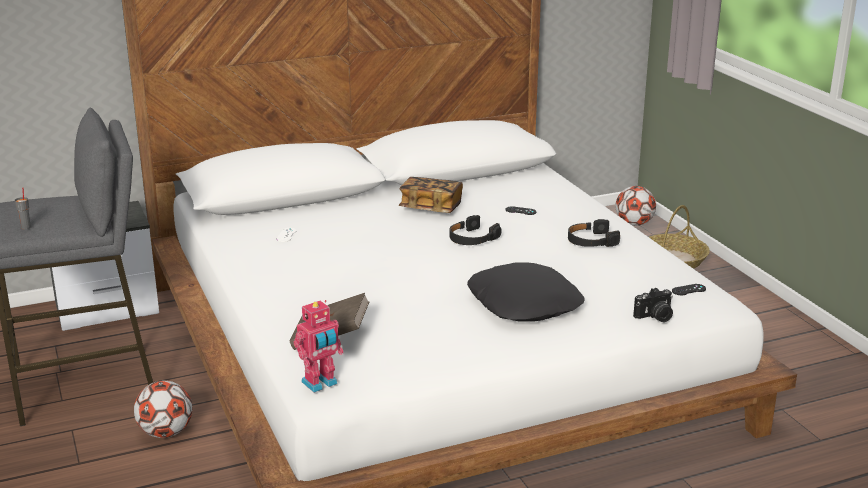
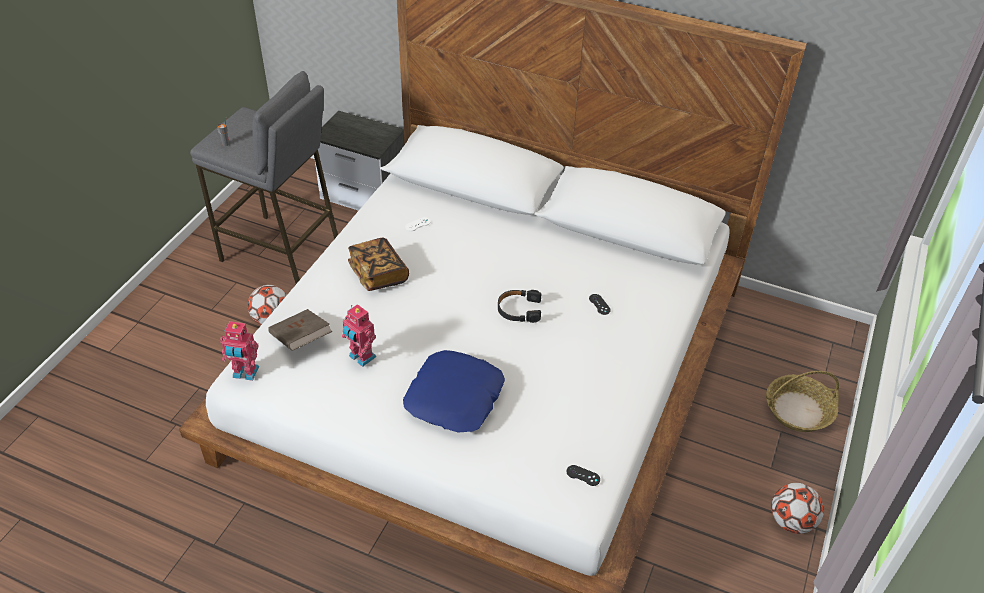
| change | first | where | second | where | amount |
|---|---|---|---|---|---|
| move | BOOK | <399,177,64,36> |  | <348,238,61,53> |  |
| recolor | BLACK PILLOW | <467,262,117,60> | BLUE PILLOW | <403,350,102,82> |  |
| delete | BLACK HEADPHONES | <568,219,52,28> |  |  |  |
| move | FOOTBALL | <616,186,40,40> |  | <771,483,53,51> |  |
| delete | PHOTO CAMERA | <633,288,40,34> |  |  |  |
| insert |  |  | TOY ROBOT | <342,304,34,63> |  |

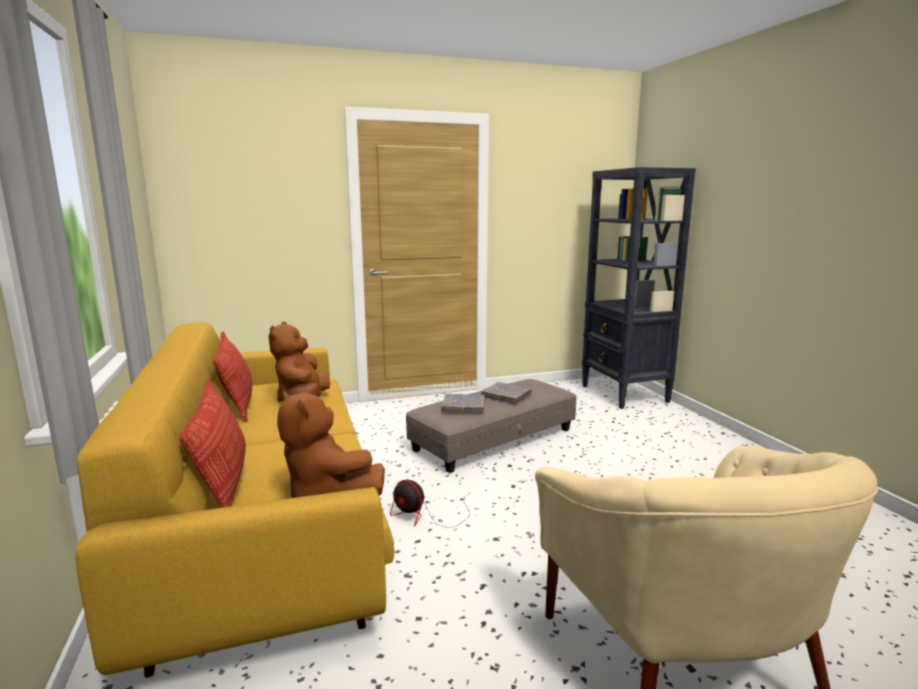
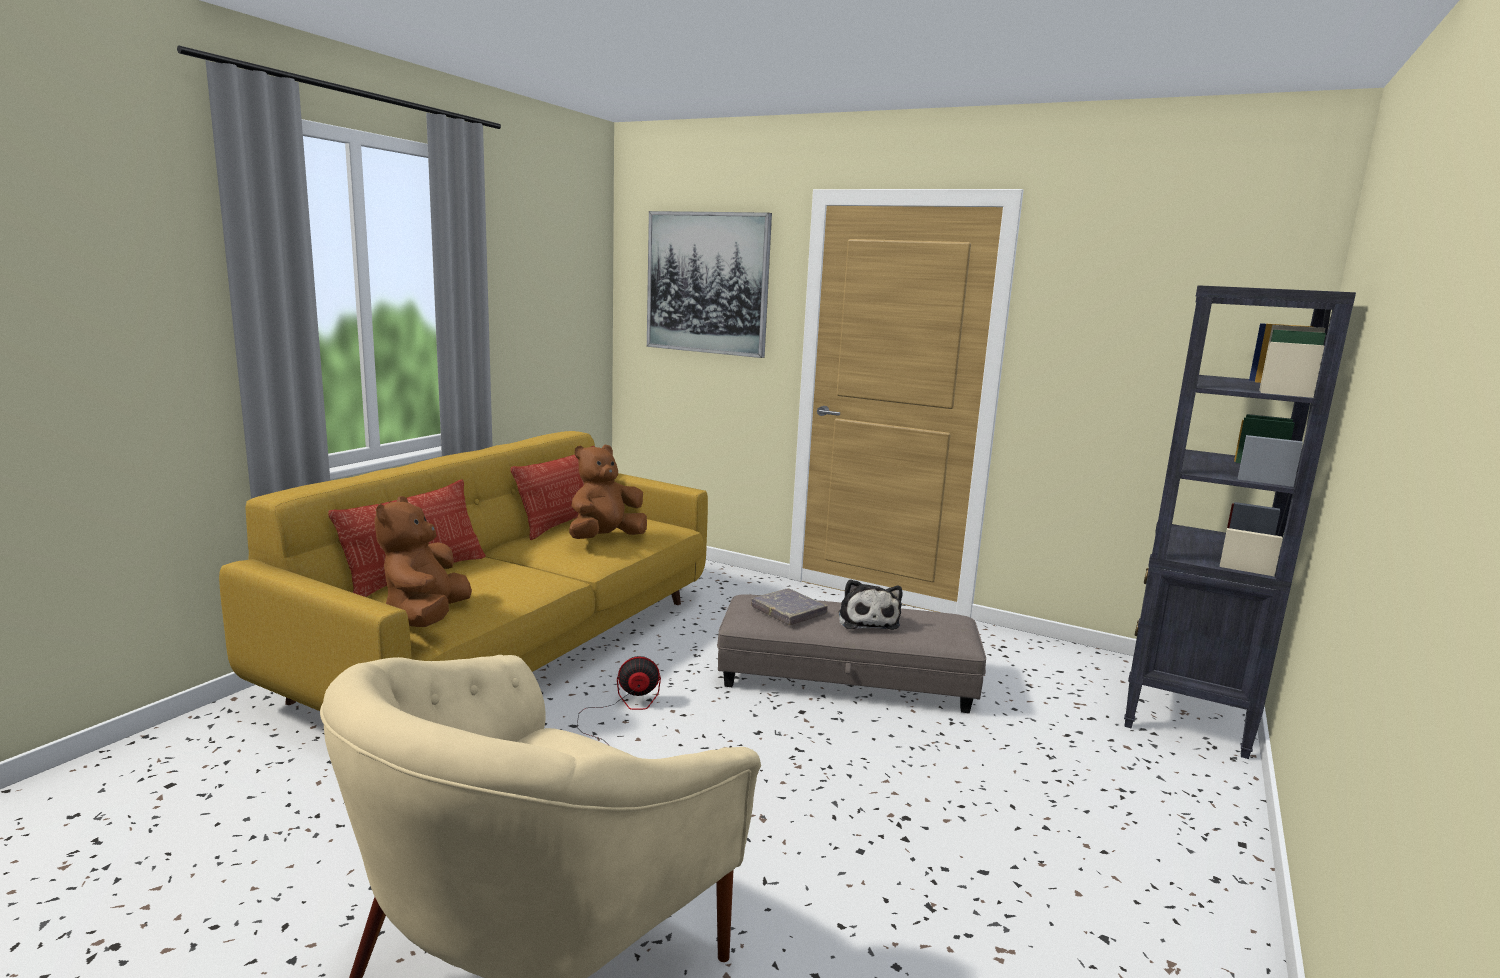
| change | first | where | second | where | amount |
|---|---|---|---|---|---|
| rotate | FAN | <390,480,81,48> |  | <577,656,84,89> | 90 degrees clockwise |
| replace | GREY BOOK | <481,382,51,22> | PLUSH TOY | <839,579,63,51> |  |
| insert |  |  | PICTURE | <647,211,125,147> |  |

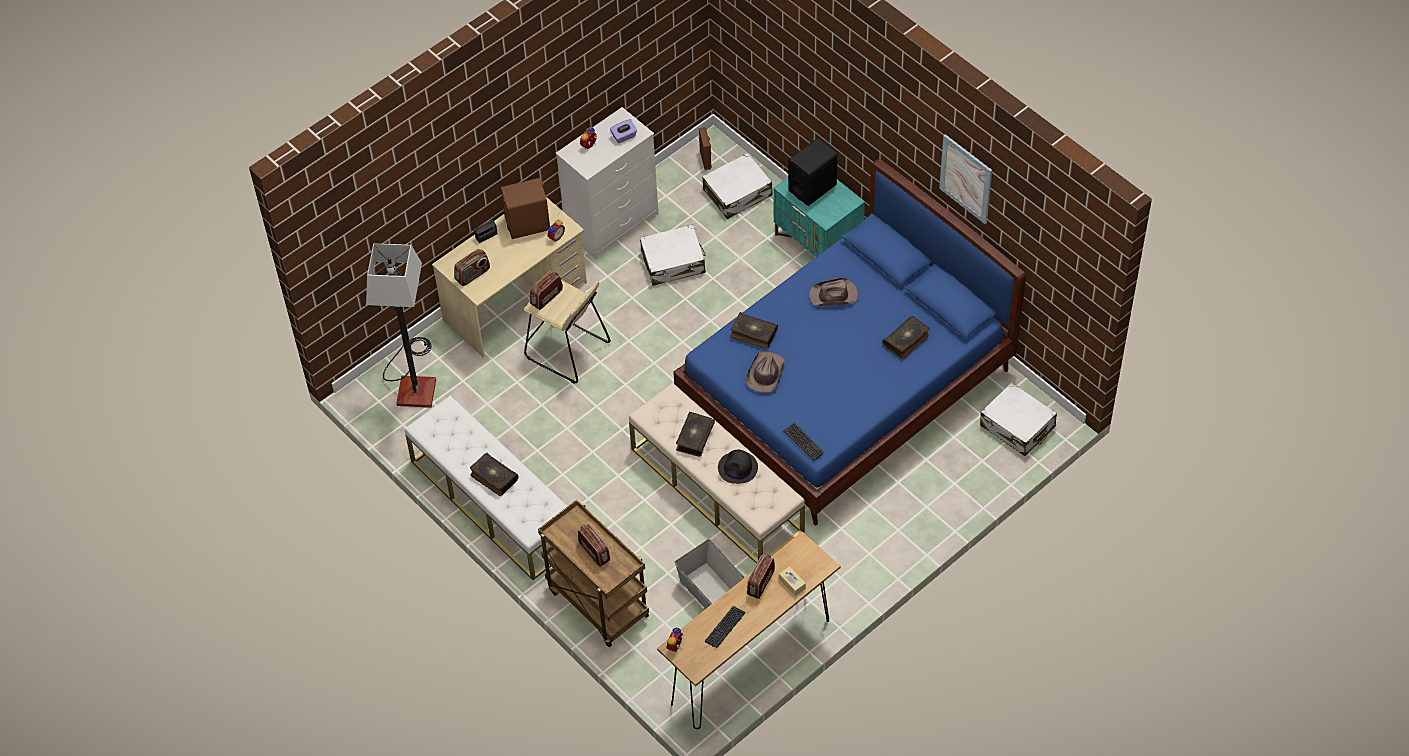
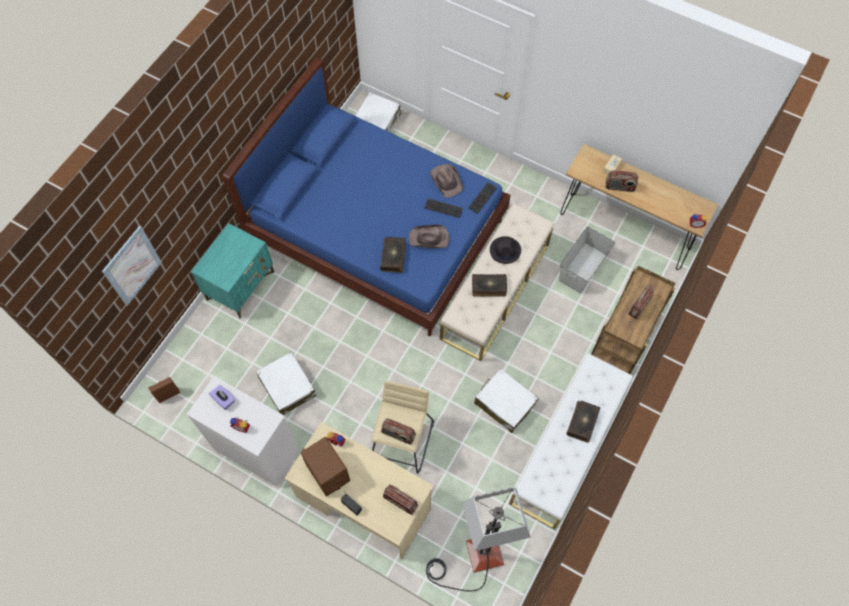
| change | first | where | second | where | amount |
|---|---|---|---|---|---|
| move | WHITE SUITCASE | <702,153,71,66> |  | <474,368,64,65> |  |
| move | KEYBOARD | <704,606,42,42> |  | <425,199,38,19> |  |
| delete | BLACK SPEAKER | <788,138,49,68> |  |  |  |
| move | BROWN HAT | <809,278,49,28> |  | <430,164,33,34> |  |
| delete | BOOK | <883,316,47,43> |  |  |  |
| move | PICTURE | <939,134,53,90> |  | <102,226,60,80> |  |

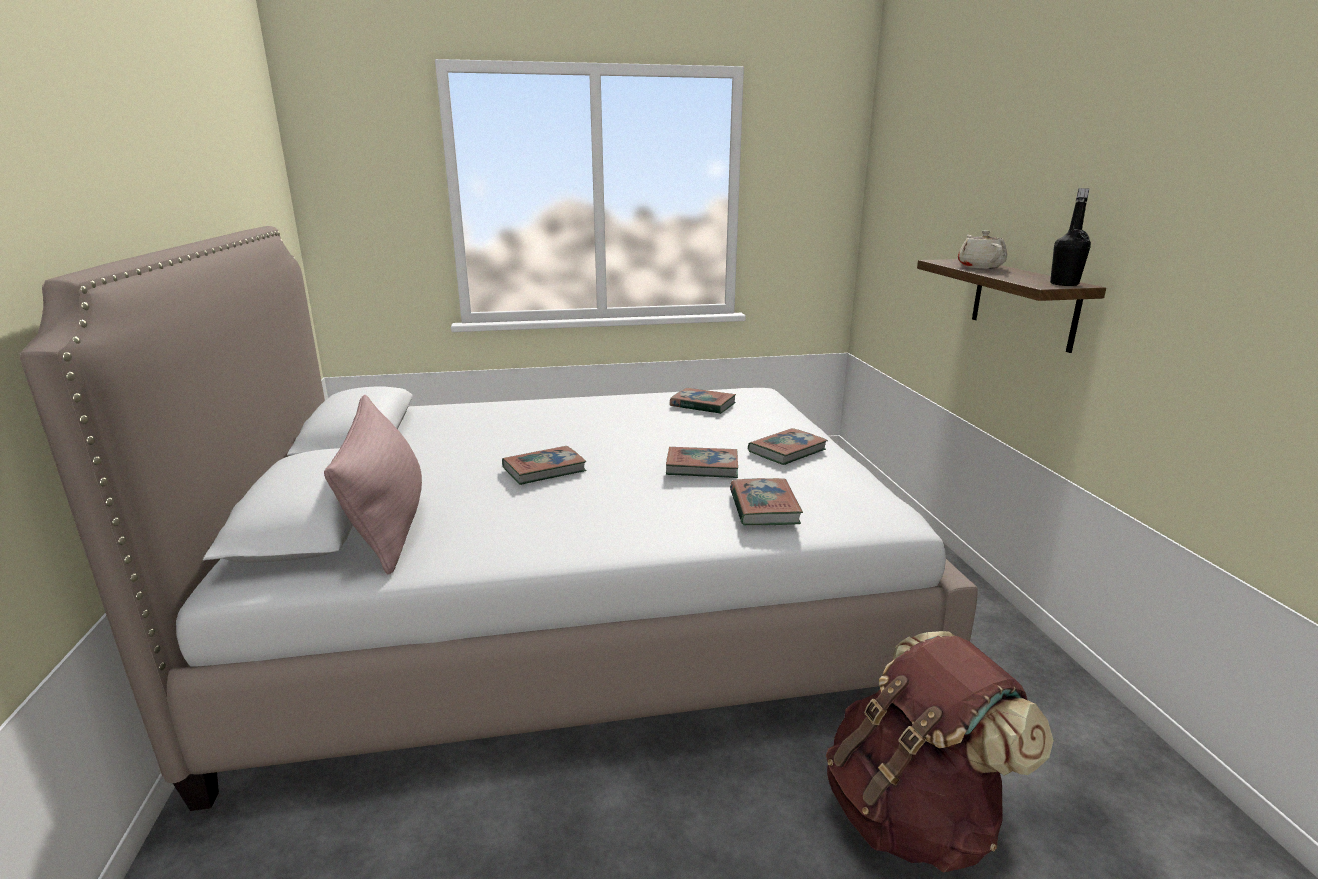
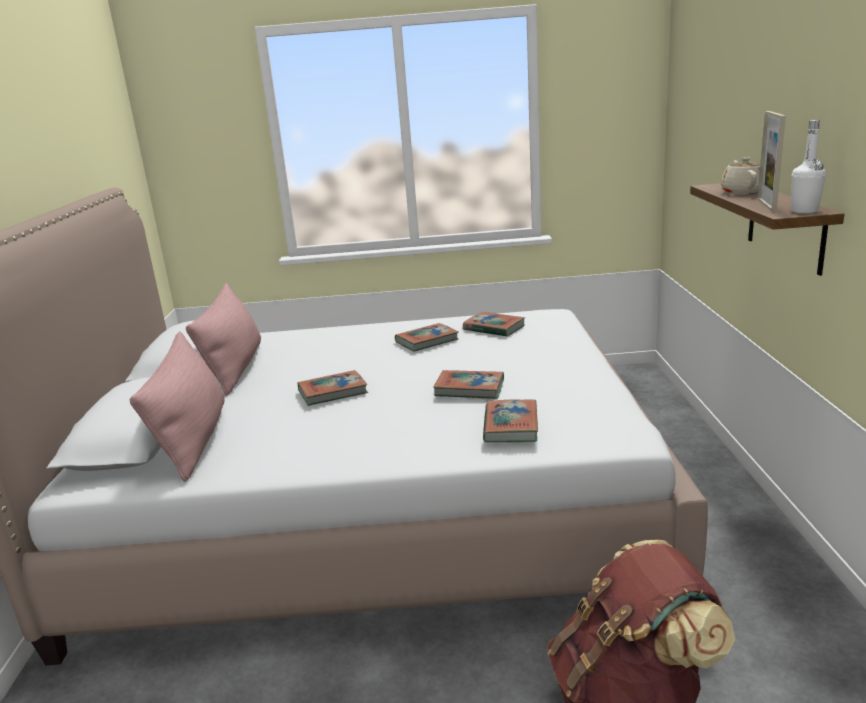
| change | first | where | second | where | amount |
|---|---|---|---|---|---|
| move | BOOK | <748,428,80,37> |  | <395,323,63,29> |  |
| recolor | BLACK BOTTLE | <1050,188,41,98> | WHITE BOTTLE | <791,120,35,93> |  |
| insert |  |  | PINK PILLOW | <186,283,75,113> |  |
| insert |  |  | PICTURE FRAME | <757,111,29,101> |  |

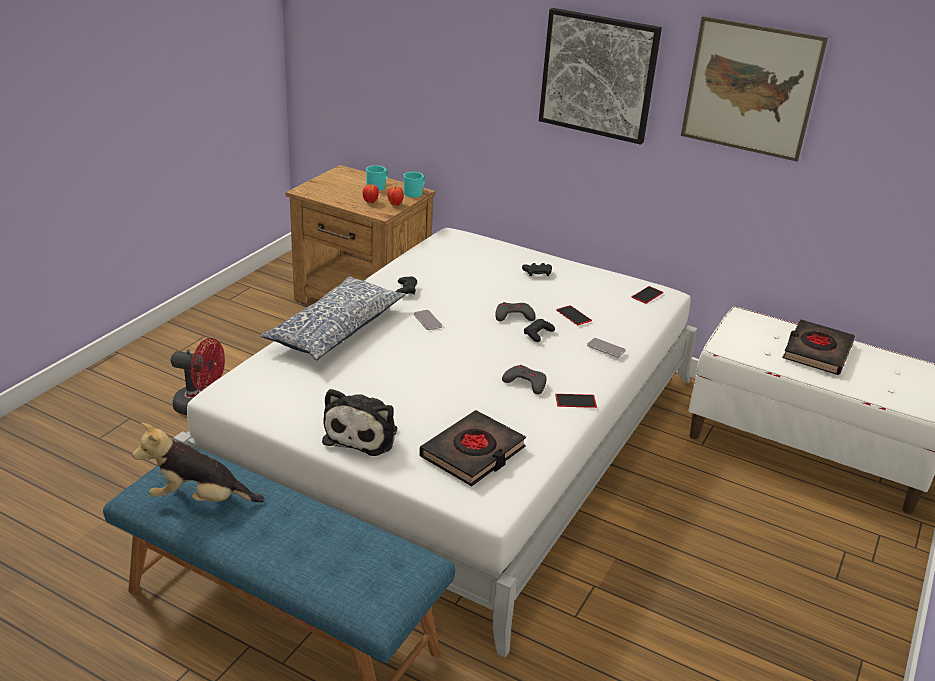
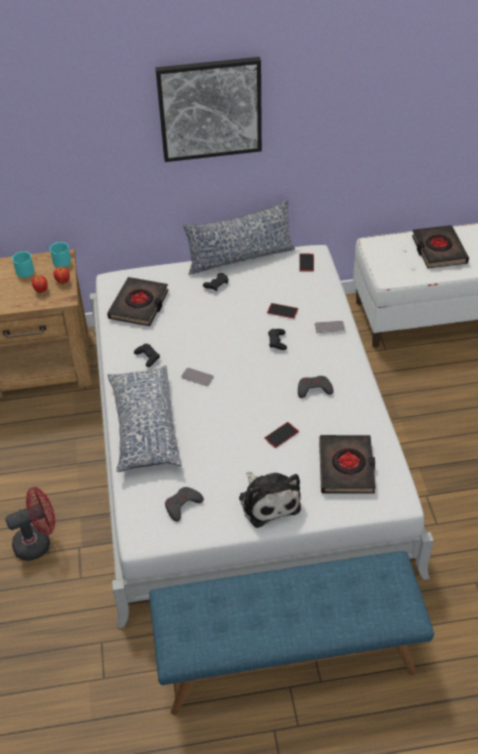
| change | first | where | second | where | amount |
|---|---|---|---|---|---|
| delete | PLUSH TOY | <132,423,132,79> |  |  |  |
| move | GREY GAME CONTROLLER | <495,302,41,19> |  | <165,487,39,35> |  |
| move | PHONE | <555,394,42,14> |  | <264,422,35,26> |  |
| delete | PICTURE | <681,16,147,145> |  |  |  |
| insert |  |  | BLACK BOOK | <107,277,62,49> |  |
| insert |  |  | PILLOW | <183,200,112,75> |  |

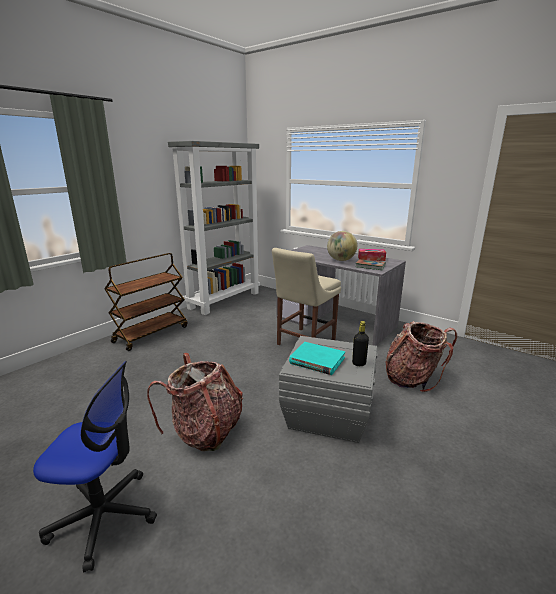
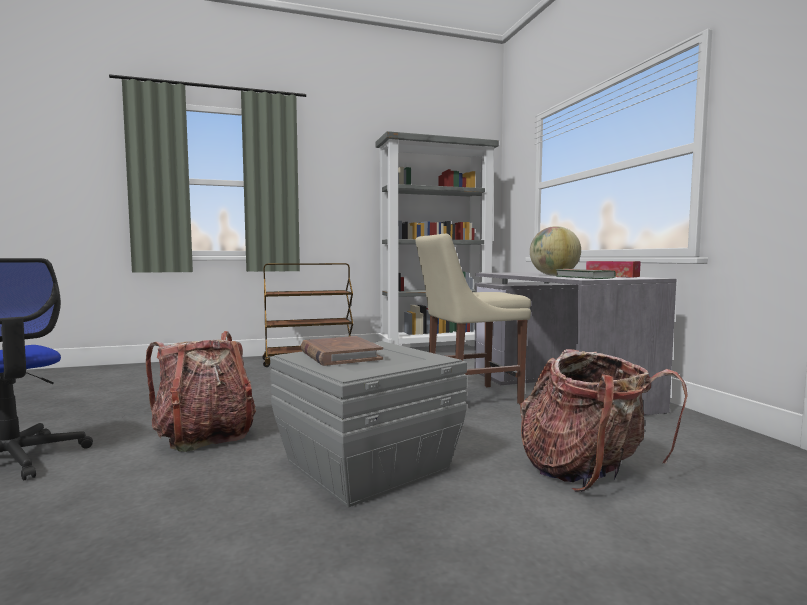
| change | first | where | second | where | amount |
|---|---|---|---|---|---|
| recolor | TURQUOISE BOOK | <289,342,56,33> | BROWN BOOK | <301,336,82,30> |  |
| delete | BLACK BOTTLE | <352,321,17,45> |  |  |  |

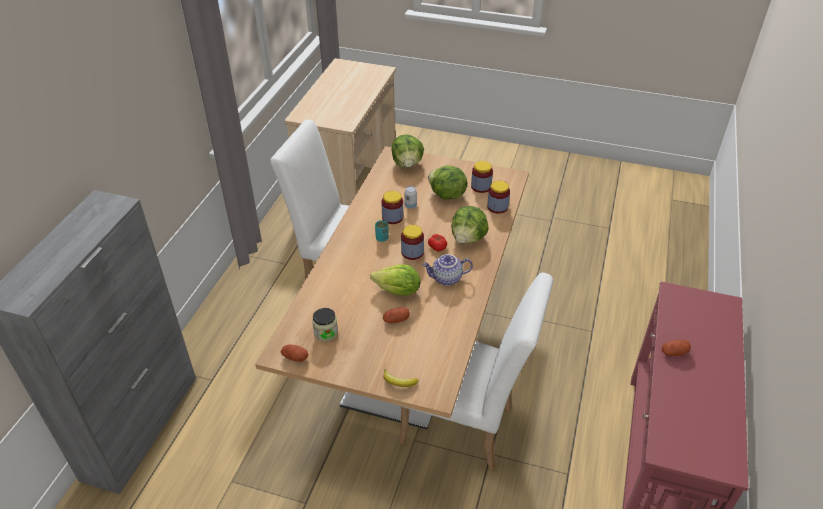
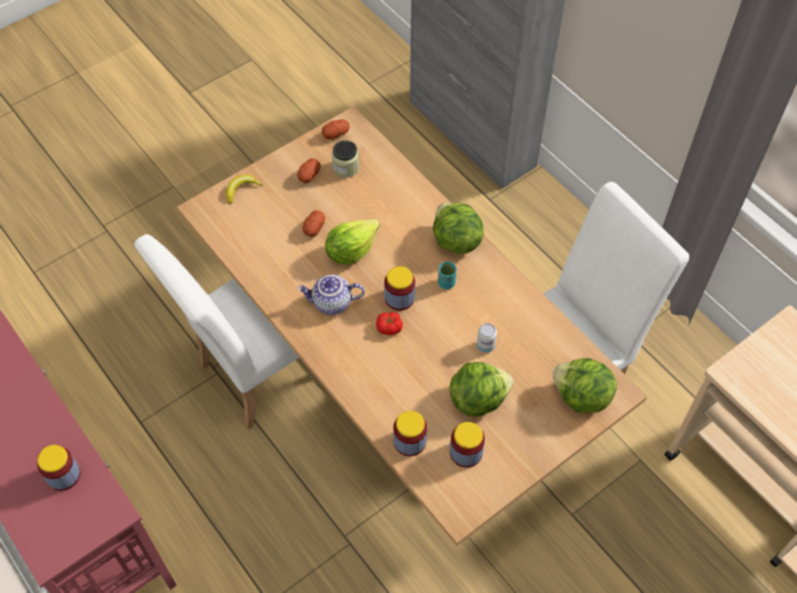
| change | first | where | second | where | amount |
|---|---|---|---|---|---|
| move | JAR | <382,191,21,33> |  | <37,445,43,46> |  |
| rotate | TEAPOT | <422,254,51,32> |  | <297,275,68,40> | 120 degrees counterclockwise |
| move | LETTUCE | <451,206,37,38> |  | <433,203,51,51> |  |
| move | POTATO | <662,340,29,16> |  | <297,158,24,25> |  |

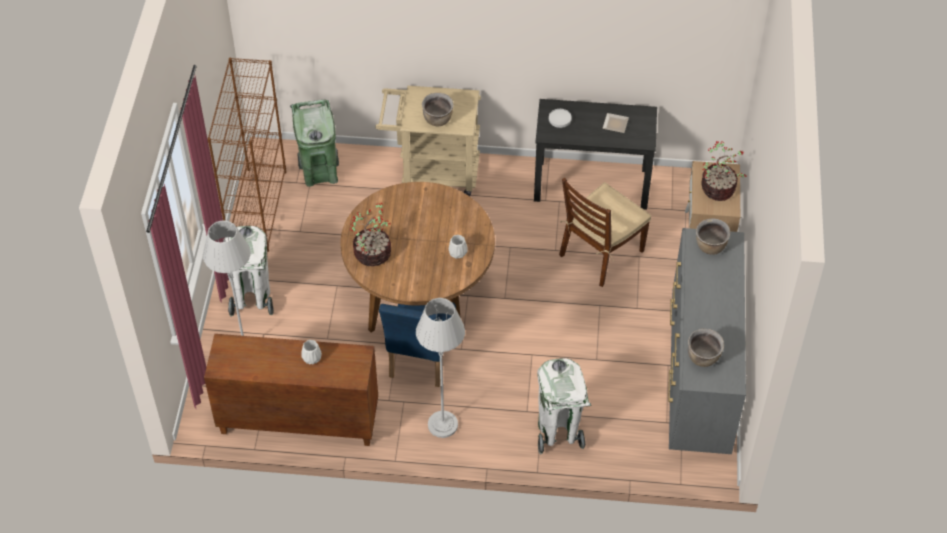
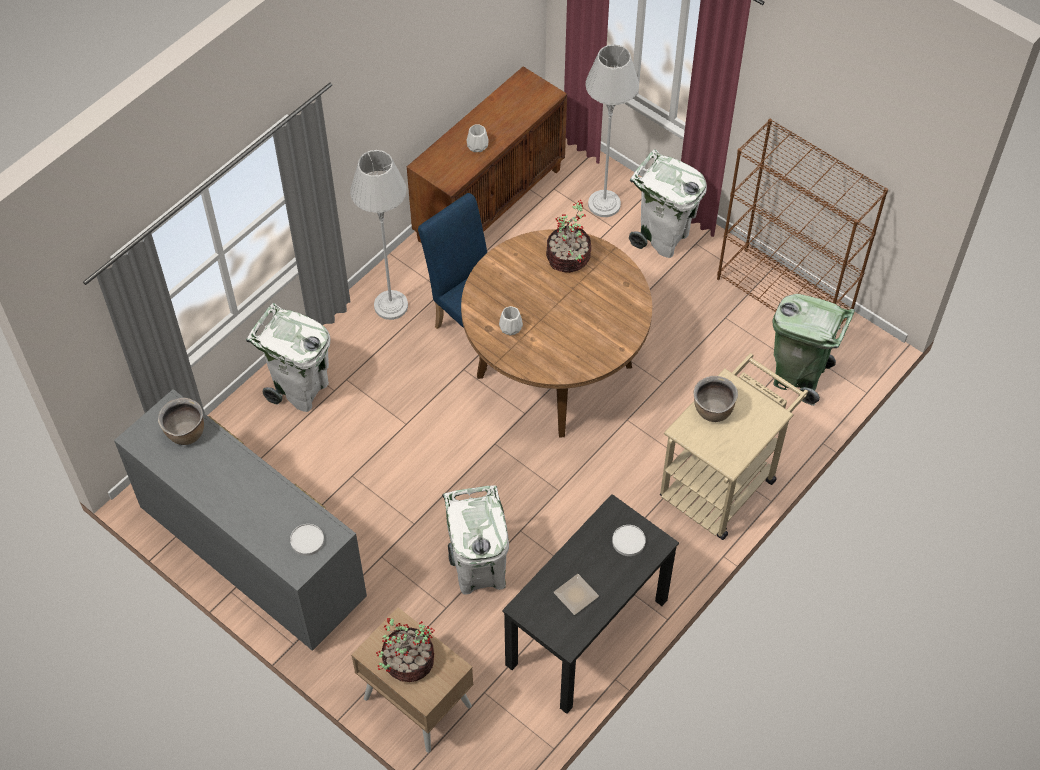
| change | first | where | second | where | amount |
|---|---|---|---|---|---|
| replace | BROWN CHAIR | <559,178,92,109> | WHITE TRASH CAN | <442,486,67,109> |  |
| replace | BROWN COOKING POT | <696,218,34,37> | WHITE PLATE | <290,524,34,32> |  |

